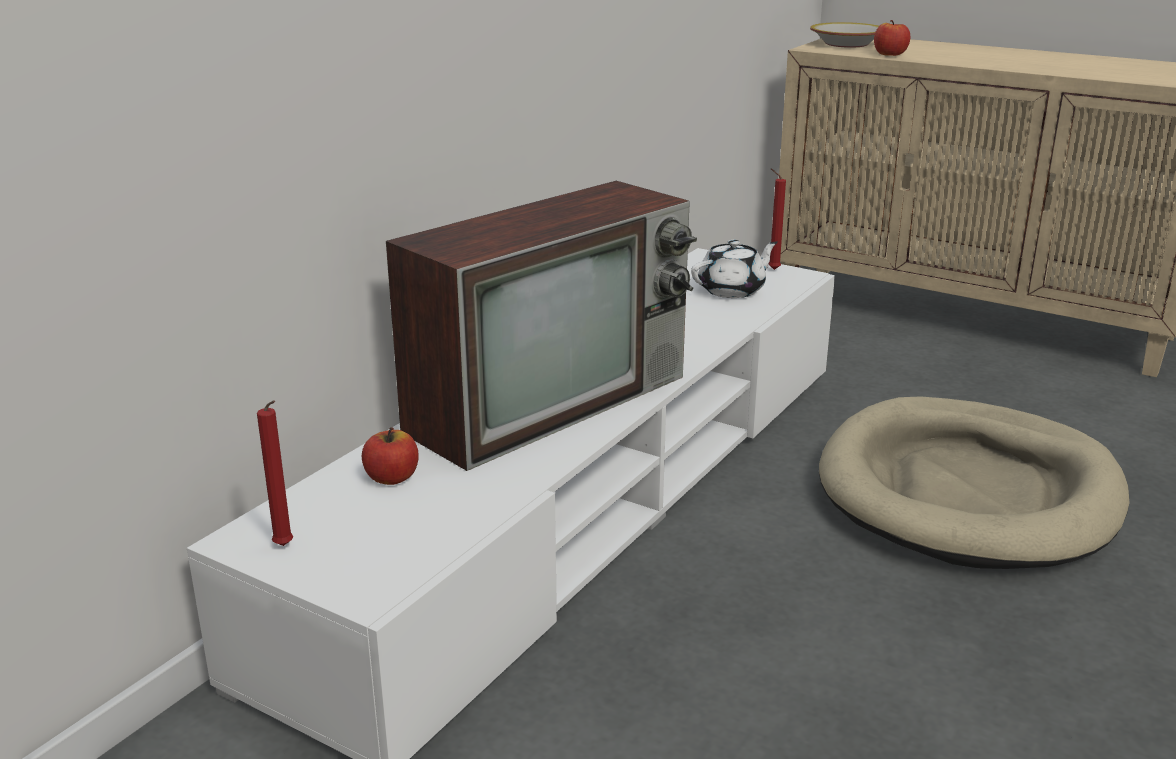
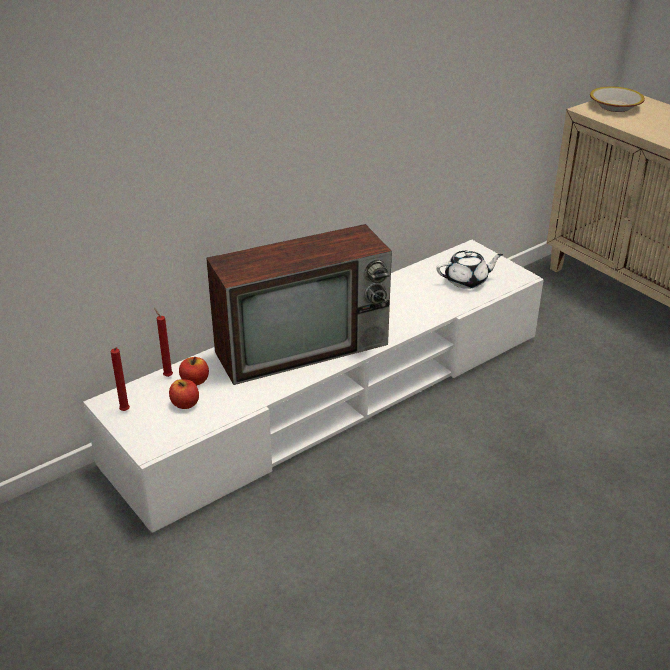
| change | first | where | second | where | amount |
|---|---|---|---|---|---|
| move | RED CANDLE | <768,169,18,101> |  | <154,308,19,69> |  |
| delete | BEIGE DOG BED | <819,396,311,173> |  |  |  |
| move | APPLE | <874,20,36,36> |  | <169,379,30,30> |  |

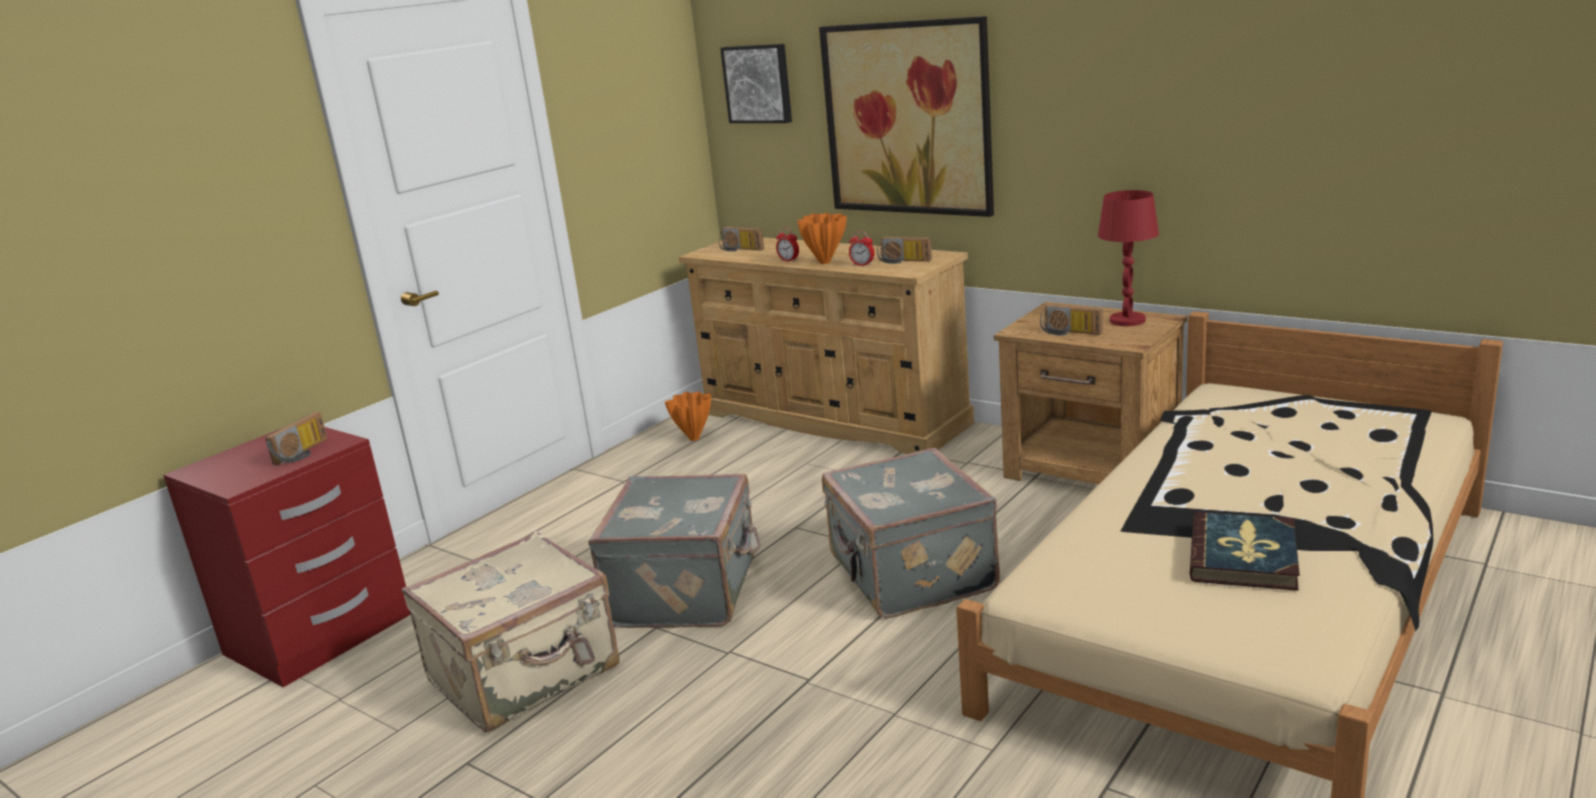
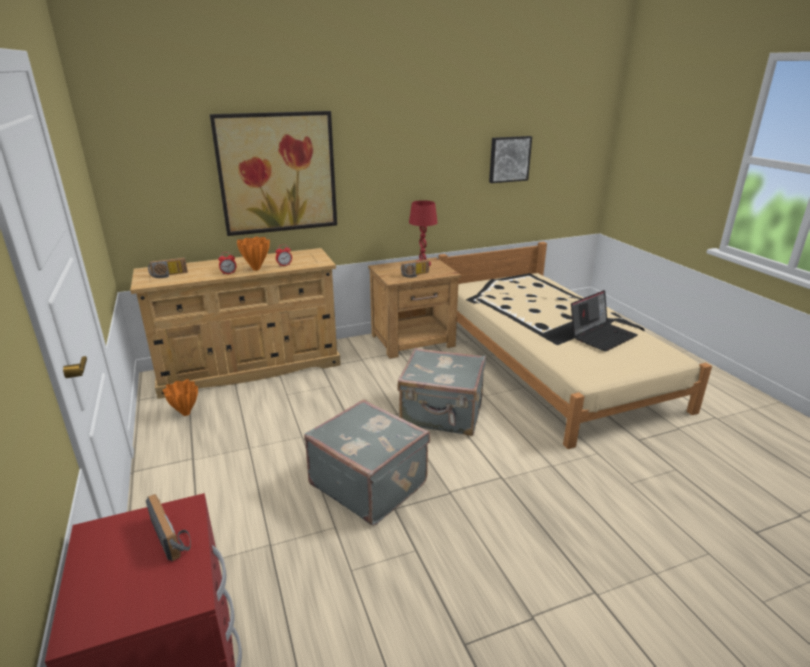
| change | first | where | second | where | amount |
|---|---|---|---|---|---|
| delete | BEIGE SUITCASE | <402,531,217,201> |  |  |  |
| move | PICTURE | <720,44,72,79> |  | <489,136,43,47> |  |
| delete | RADIO | <877,237,55,27> |  |  |  |
| replace | BOOK | <1190,512,110,79> | LAPTOP | <571,290,67,62> |  |

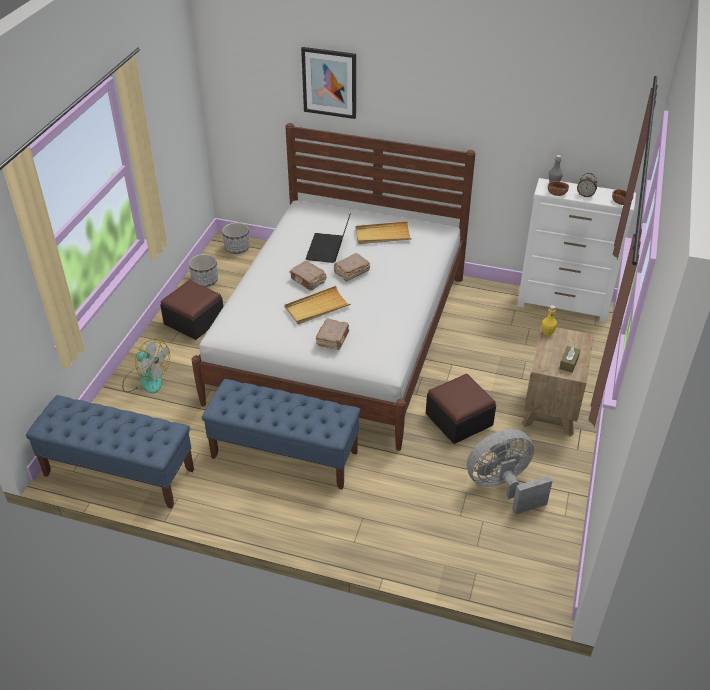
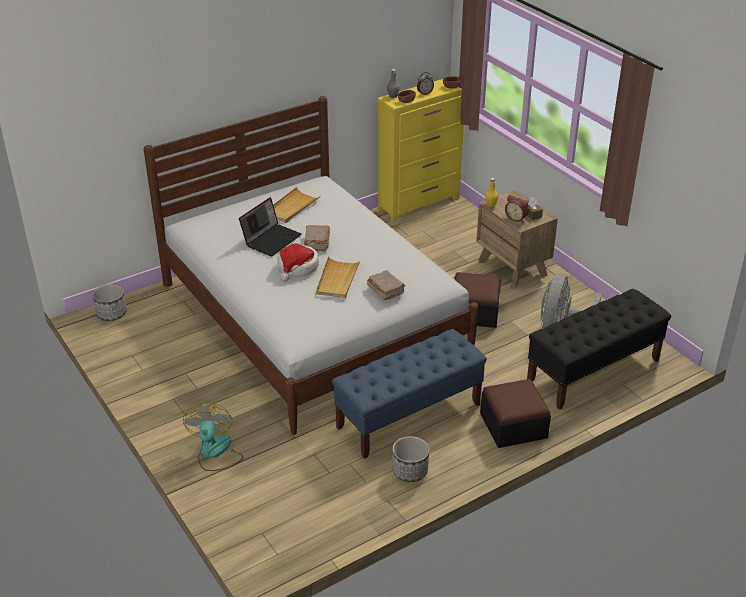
| change | first | where | second | where | amount |
|---|---|---|---|---|---|
| delete | BLUE BENCH | <26,395,168,114> |  |  |  |
| rotate | FAN | <122,338,48,56> |  | <183,403,60,68> | 75 degrees counterclockwise |
| move | OTTOMAN | <160,280,63,60> |  | <480,379,71,69> |  |
| move | PLANTER | <189,254,29,33> |  | <392,436,38,46> |  |
| replace | BROWN BOOK | <289,261,37,30> | HAT | <277,243,42,38> |  |
| delete | PICTURE | <301,47,55,72> |  |  |  |
| rotate | LAPTOP | <306,213,45,50> |  | <239,197,62,60> | 105 degrees counterclockwise |
| recolor | WHITE DRESSER | <517,178,119,144> | YELLOW DRESSER | <377,79,87,143> |  |
| insert |  |  | ALARM CLOCK | <505,195,24,28> |  |
| insert |  |  | BLACK BENCH | <527,289,144,121> |  |

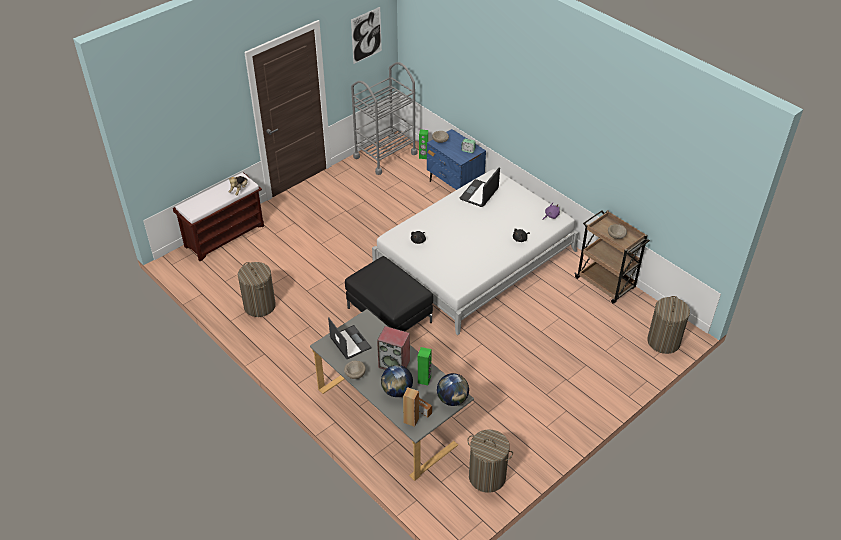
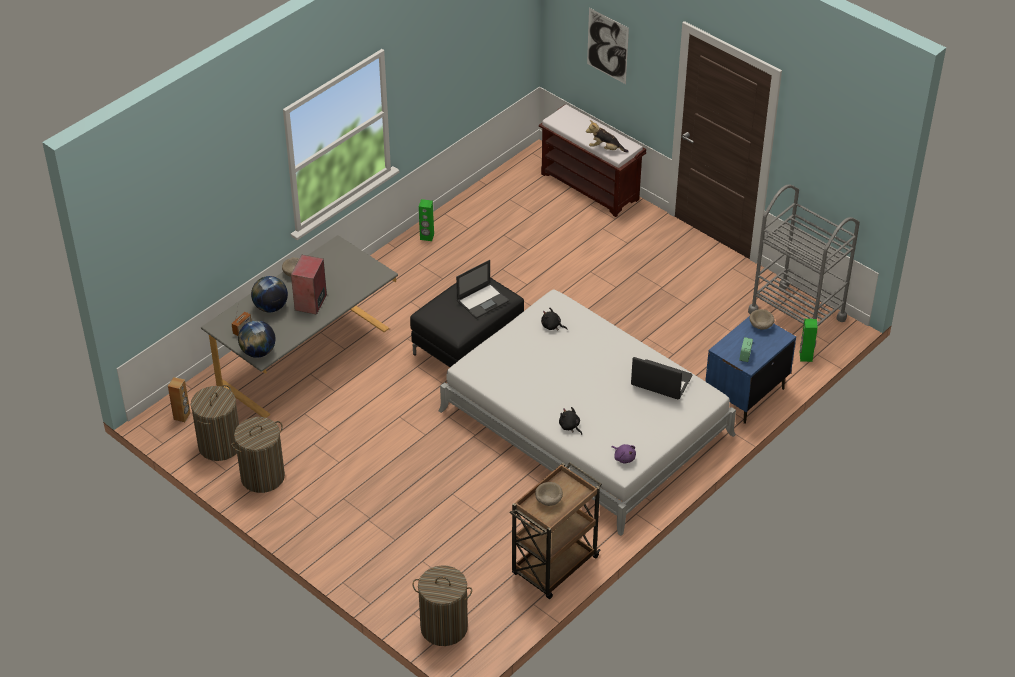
| change | first | where | second | where | amount |
|---|---|---|---|---|---|
| move | LAUNDRY BASKET | <238,262,38,55> |  | <231,417,54,76> |  |
| move | LAPTOP | <328,317,44,42> |  | <456,260,53,59> |  |
| move | PICTURE | <351,7,31,57> |  | <587,8,42,76> |  |
| move | BROWN SPEAKER | <403,387,16,40> |  | <168,377,22,45> |  |
| move | GREEN SPEAKER | <418,347,14,38> |  | <419,199,15,42> |  |

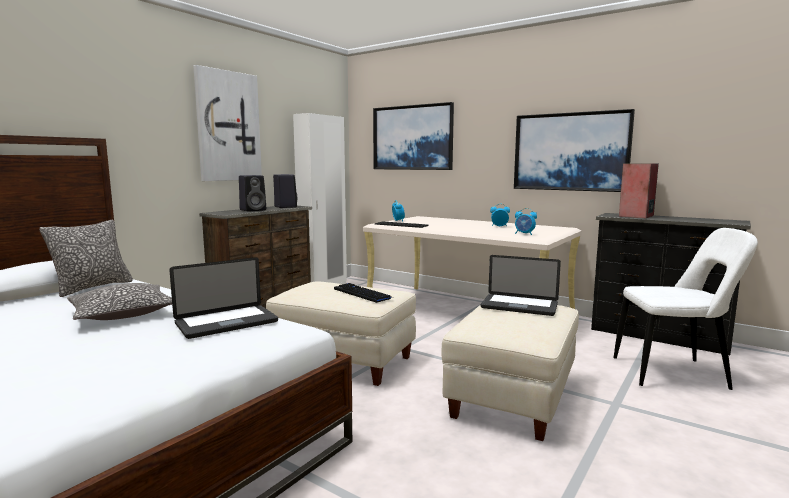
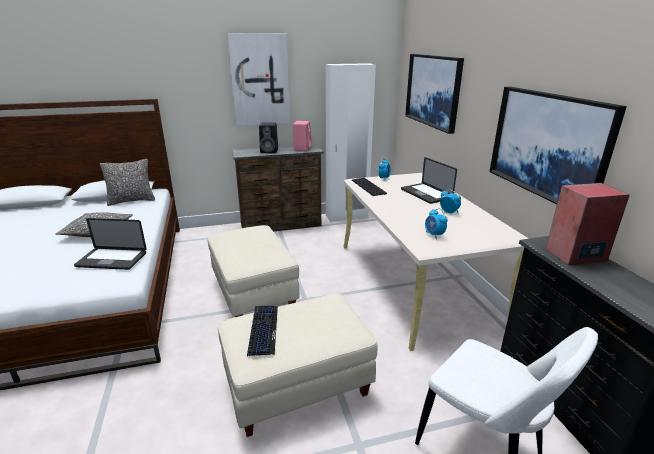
| change | first | where | second | where | amount |
|---|---|---|---|---|---|
| recolor | BLACK SPEAKER | <273,174,24,34> | PINK SPEAKER | <293,121,18,30> |  |
| move | KEYBOARD | <334,283,57,20> |  | <247,305,31,52> |  |
| move | LAPTOP | <481,255,80,61> |  | <401,157,56,47> |  |

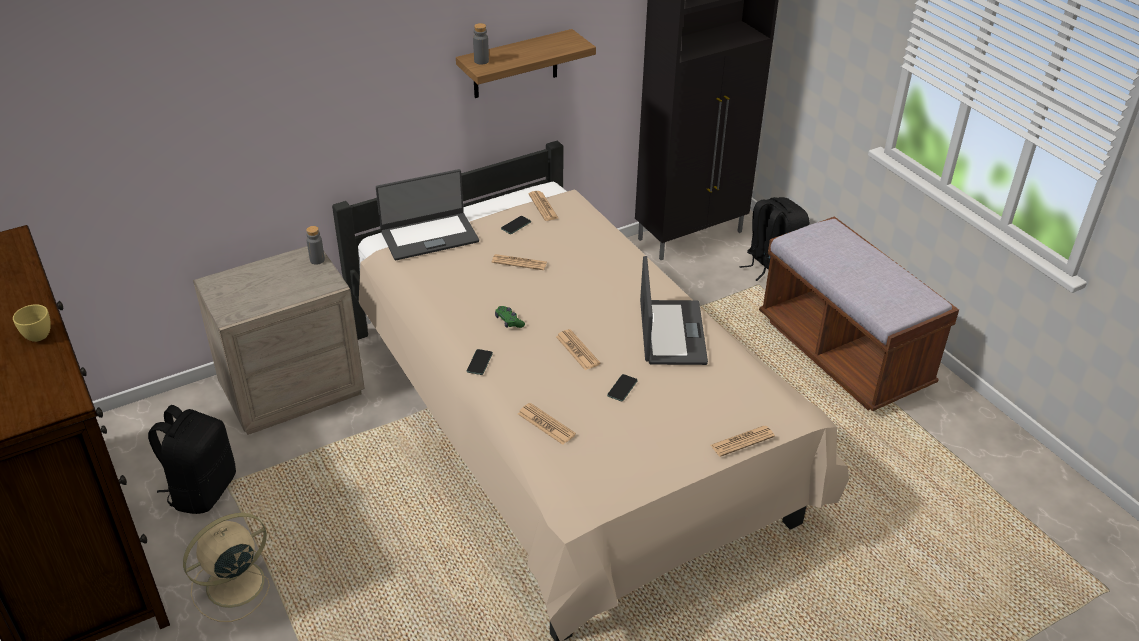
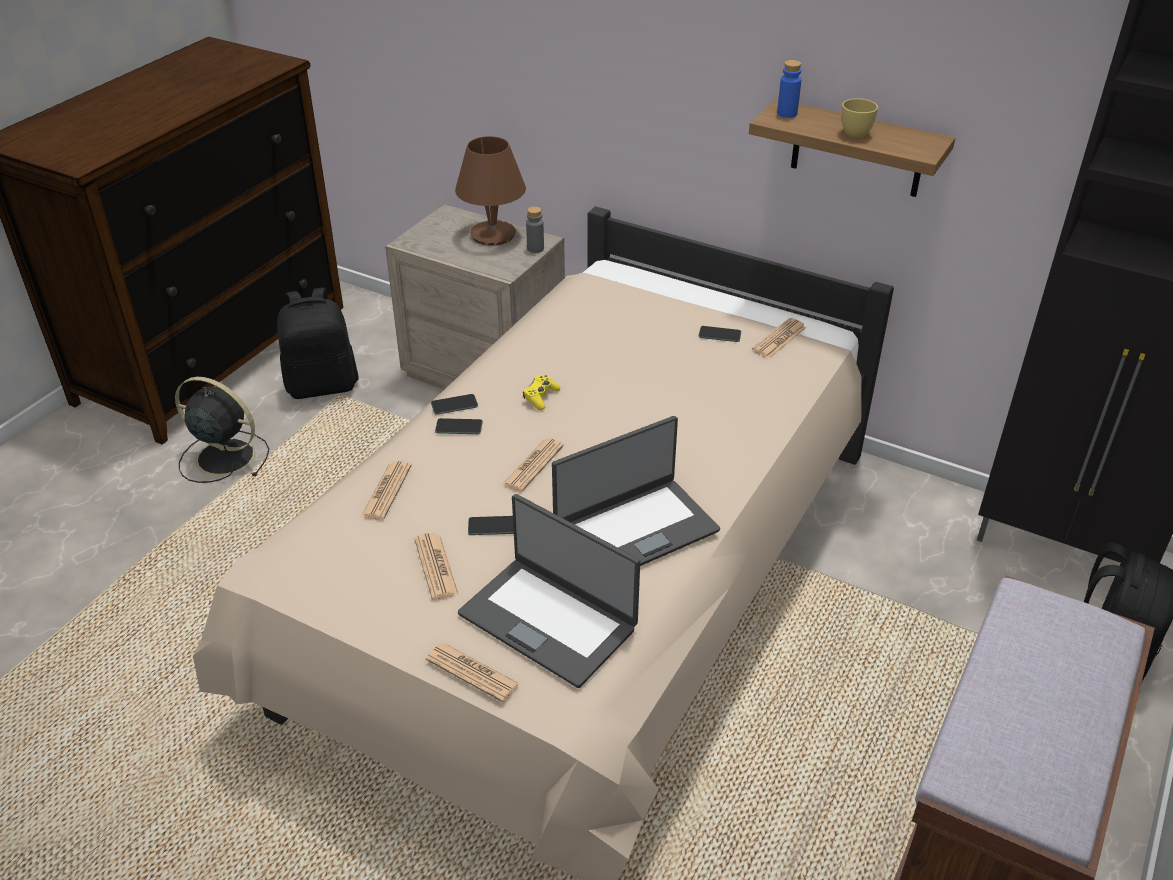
| change | first | where | second | where | amount |
|---|---|---|---|---|---|
| move | YELLOW CUP | <13,304,38,38> |  | <841,98,37,40> |  |
| recolor | BEIGE FAN | <183,513,99,109> | BLACK FAN | <175,377,94,106> |  |
| move | LAPTOP | <376,169,103,91> |  | <458,494,182,194> |  |
| recolor | GREY BOTTLE | <473,23,16,42> | BLUE BOTTLE | <777,60,25,58> |  |
| move | NEWSPAPER | <492,254,55,16> |  | <414,533,45,67> |  |
| recolor | GREEN GAME CONTROLLER | <495,306,30,22> | YELLOW GAME CONTROLLER | <523,375,38,35> |  |
| insert |  |  | PHONE | <435,418,48,16> |  |
| insert |  |  | BROWN TABLE LAMP | <455,136,71,109> |  |

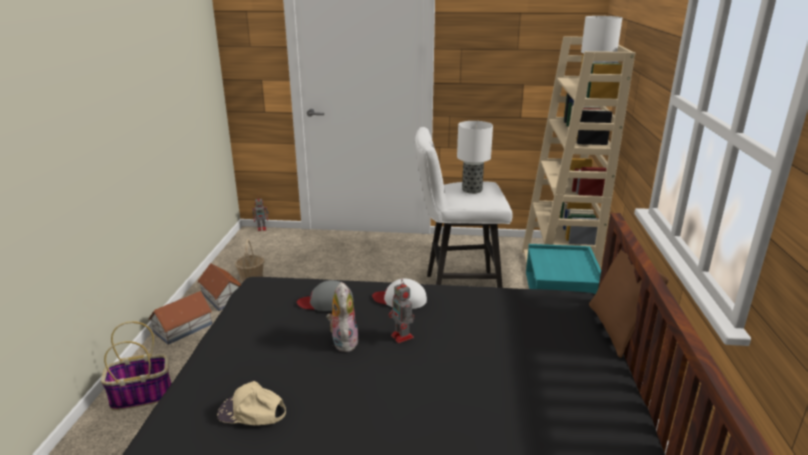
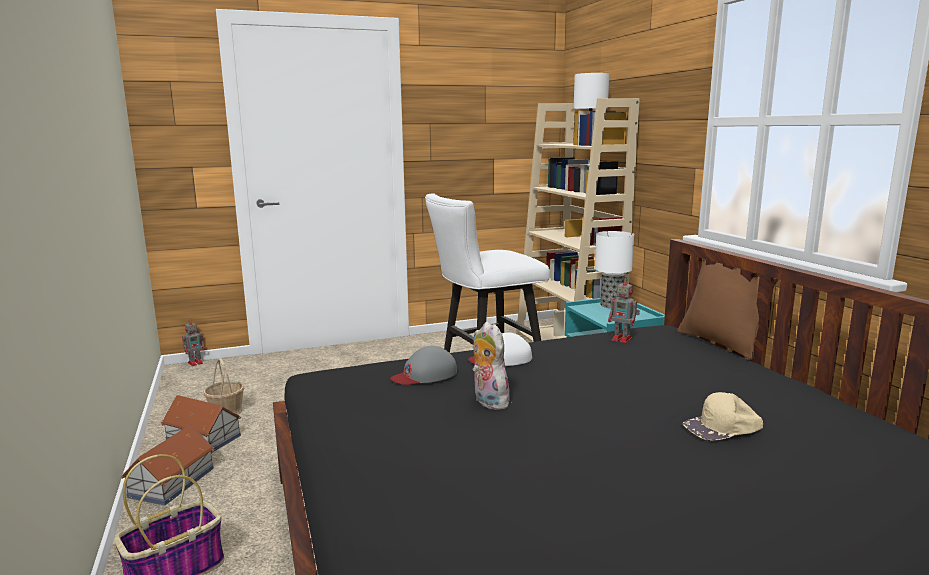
| change | first | where | second | where | amount |
|---|---|---|---|---|---|
| move | BEIGE CAP | <217,381,69,44> |  | <683,392,80,49> |  |
| move | TOY ROBOT | <389,279,25,64> |  | <608,277,32,66> |  |
| move | TABLE LAMP | <457,121,36,73> |  | <595,231,39,77> |  |

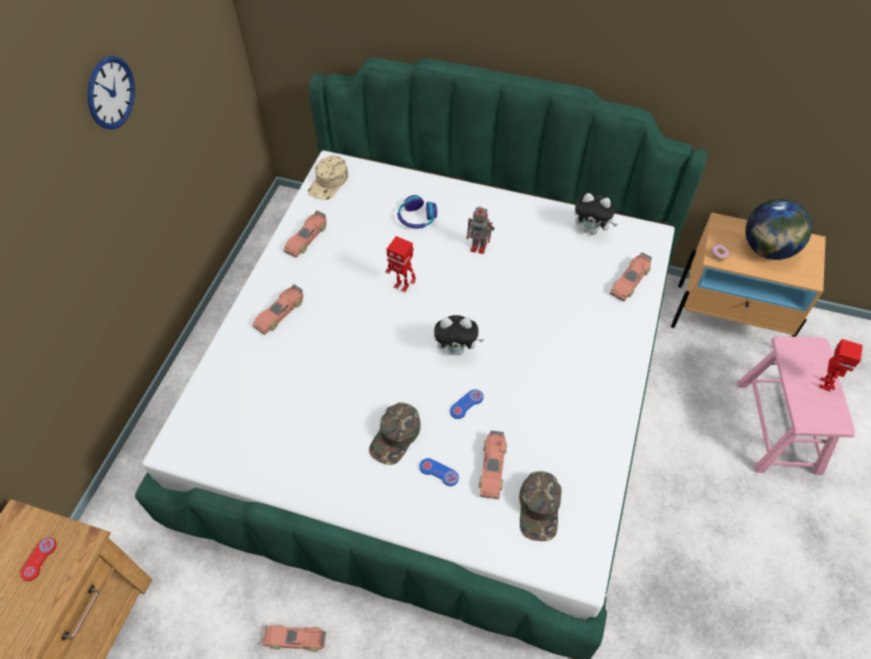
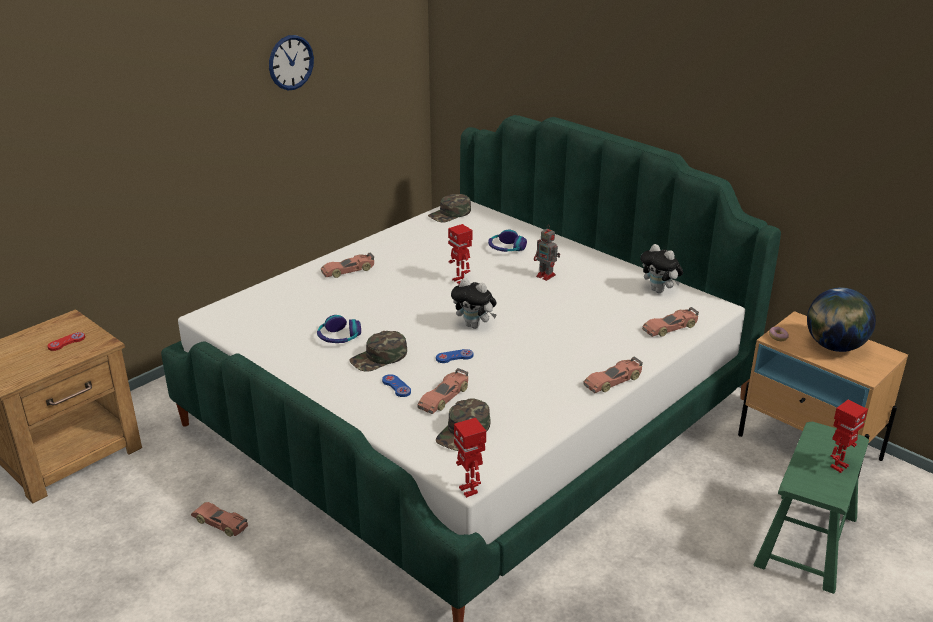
| change | first | where | second | where | amount |
|---|---|---|---|---|---|
| move | TOY CAR | <284,211,43,47> |  | <583,356,60,37> |  |
| recolor | BEIGE CAP | <308,156,40,44> | GREEN CAP | <428,194,43,28> |  |
| recolor | PINK STOOL | <737,336,118,139> | GREEN STOOL | <754,422,115,172> |  |
| insert |  |  | HEADPHONES | <317,315,44,28> |  |
| insert |  |  | TOY ROBOT | <454,418,32,80> |  |

